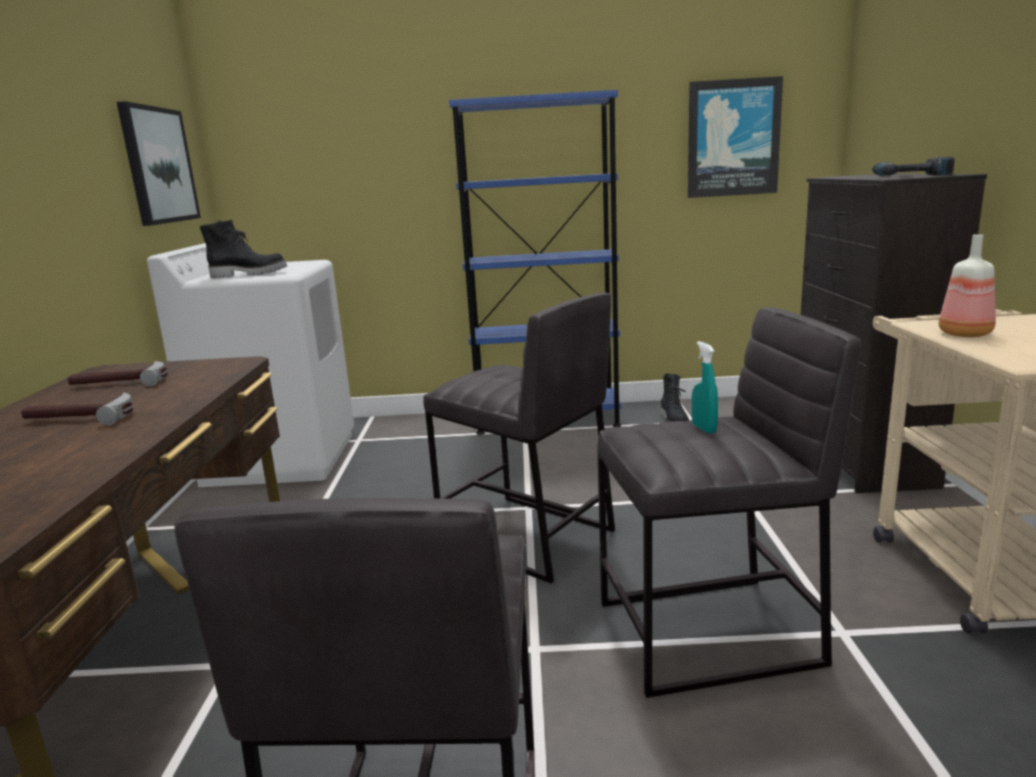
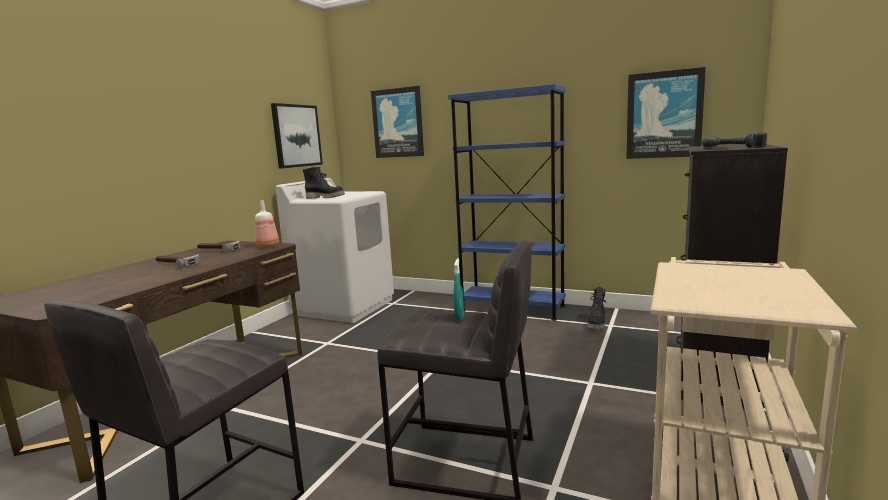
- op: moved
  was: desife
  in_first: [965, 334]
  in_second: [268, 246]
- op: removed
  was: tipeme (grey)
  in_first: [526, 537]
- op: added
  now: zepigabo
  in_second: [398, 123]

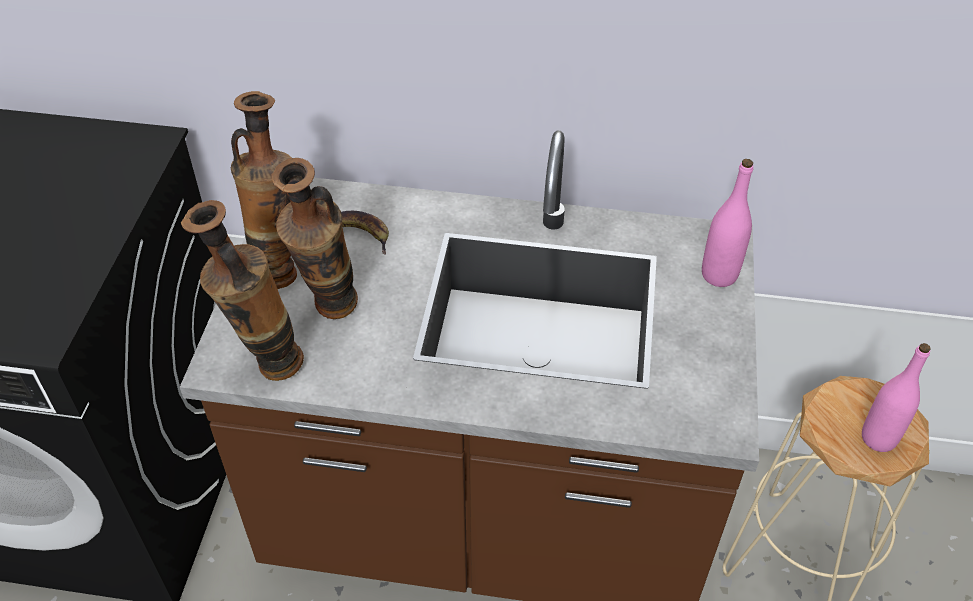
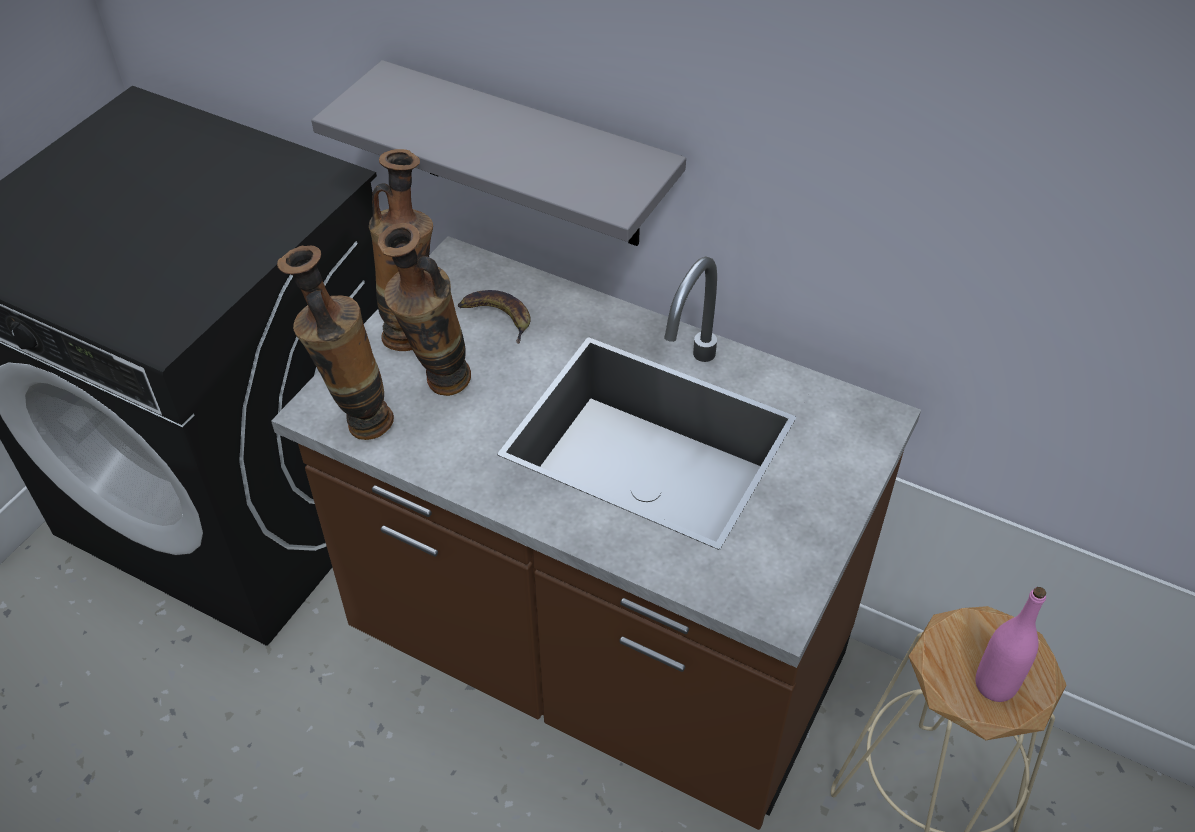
- op: removed
  was: desife (pink)
  in_first: [719, 275]
- op: added
  now: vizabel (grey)
  in_second: [530, 158]

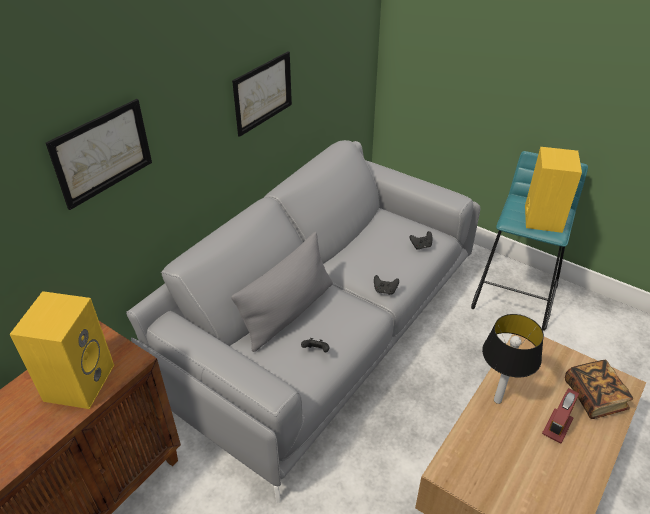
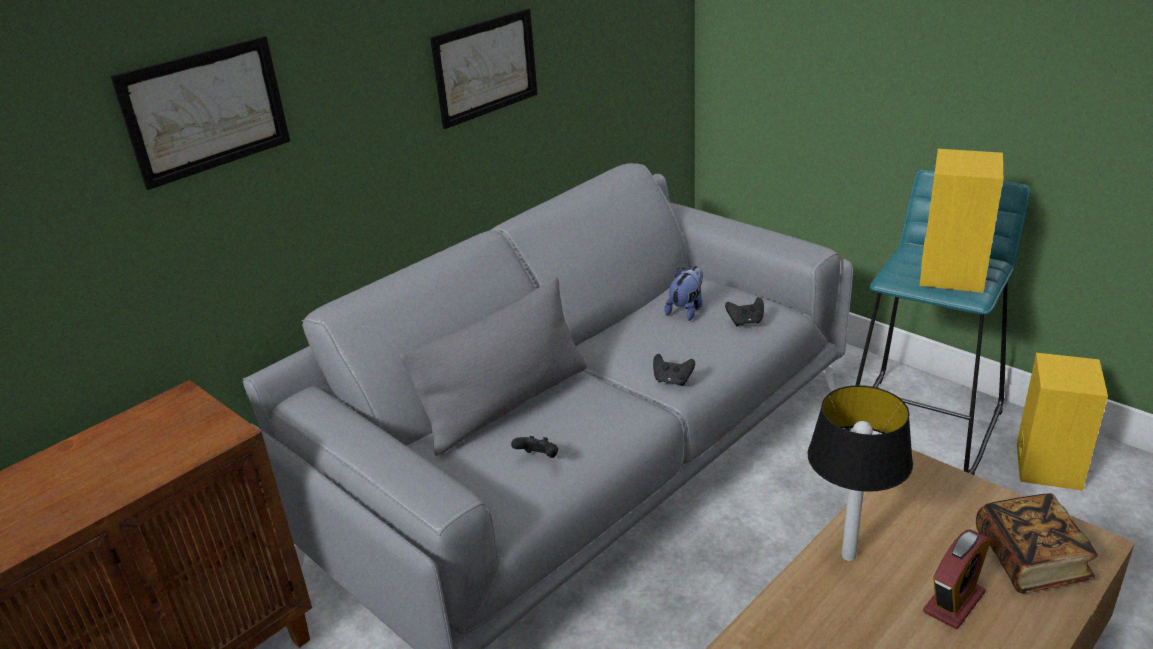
- op: moved
  was: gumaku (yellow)
  in_first: [79, 381]
  in_second: [1046, 464]
- op: added
  now: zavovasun
  in_second: [686, 310]

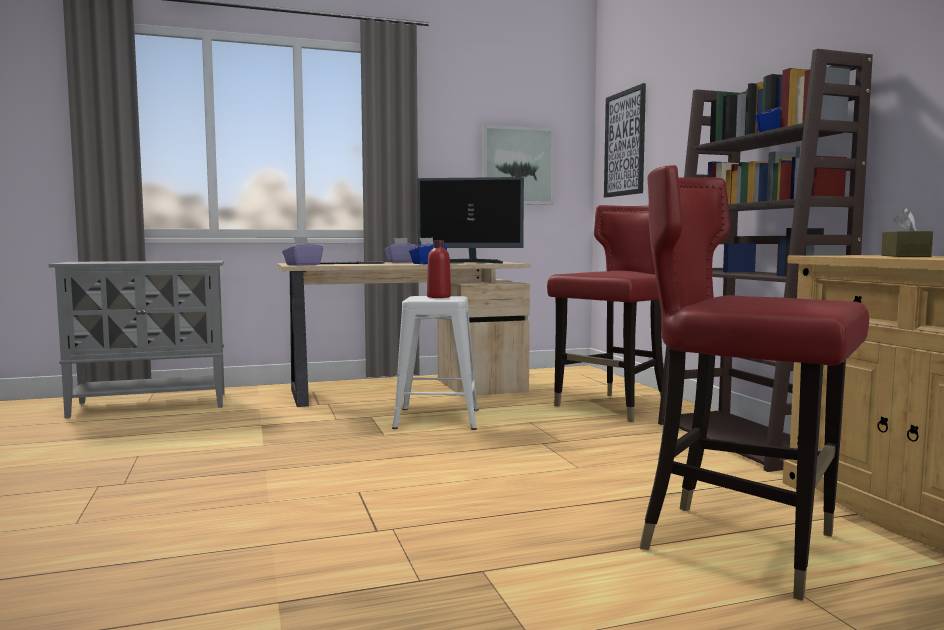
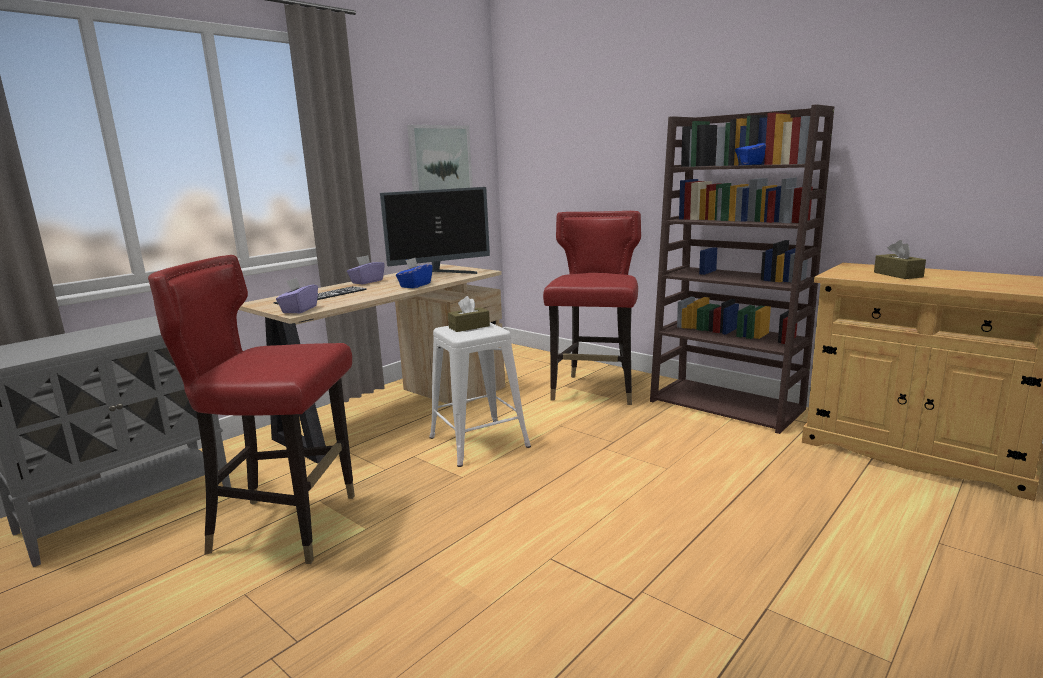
- op: removed
  was: zepigabo
  in_first: [624, 143]
- op: moved
  was: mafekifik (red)
  in_first: [742, 546]
  in_second: [287, 526]
- op: replaced
  was: desife (red)
  now: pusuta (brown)
  in_first: [439, 297]
  in_second: [469, 327]

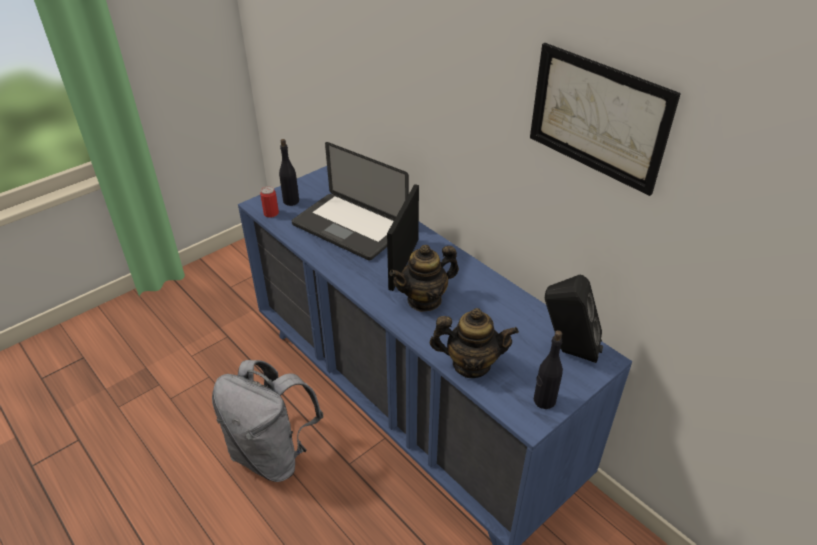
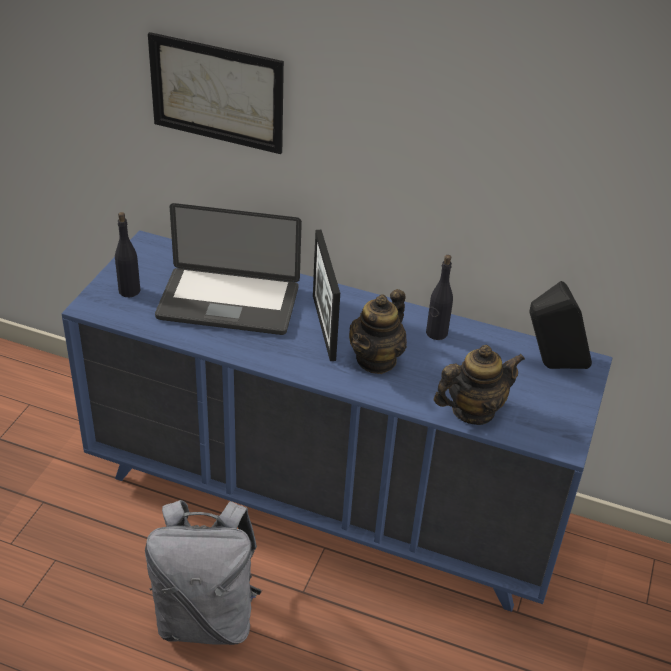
- op: moved
  was: zepigabo
  in_first: [598, 117]
  in_second: [217, 93]
- op: removed
  was: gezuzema
  in_first: [271, 213]
- op: moved
  was: desife (black)
  in_first: [544, 400]
  in_second: [436, 333]

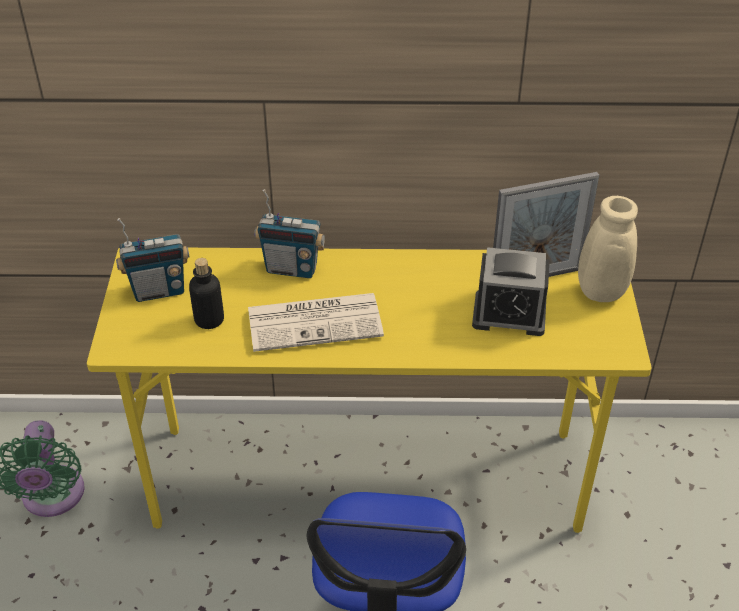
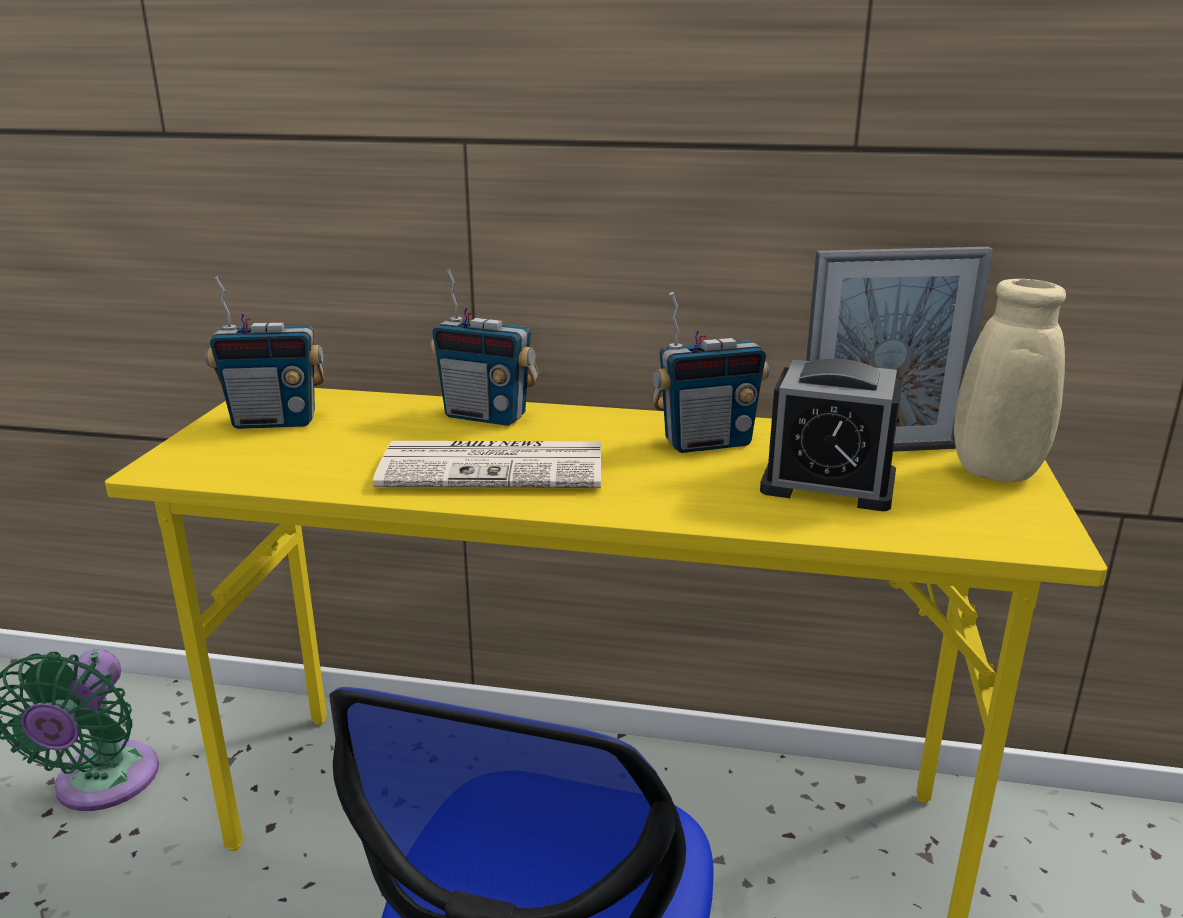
- op: removed
  was: desife
  in_first: [209, 319]
- op: added
  now: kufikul
  in_second: [707, 443]

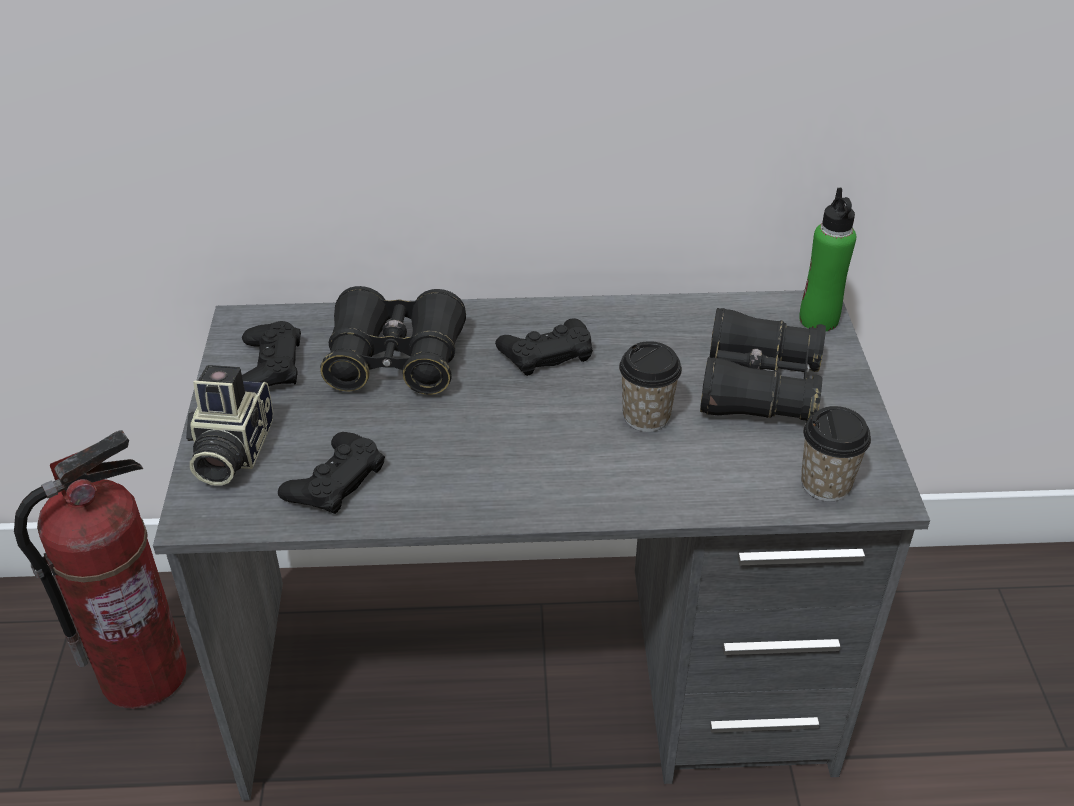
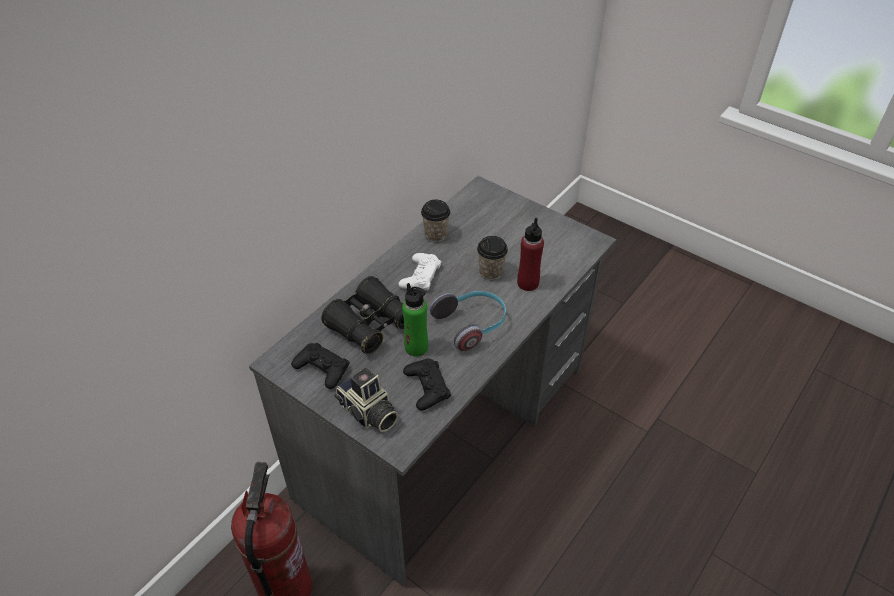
- op: moved
  was: desife (green)
  in_first: [818, 320]
  in_second: [416, 347]
- op: removed
  was: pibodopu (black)
  in_first: [759, 387]
- op: recoloured
  was: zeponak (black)
  now: zeponak (white)
  in_first: [546, 353]
  in_second: [420, 276]
- op: moved
  was: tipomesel
  in_first: [825, 484]
  in_second: [436, 235]
- op: added
  now: desife (red)
  in_second: [527, 283]
- op: added
  now: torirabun
  in_second: [472, 325]

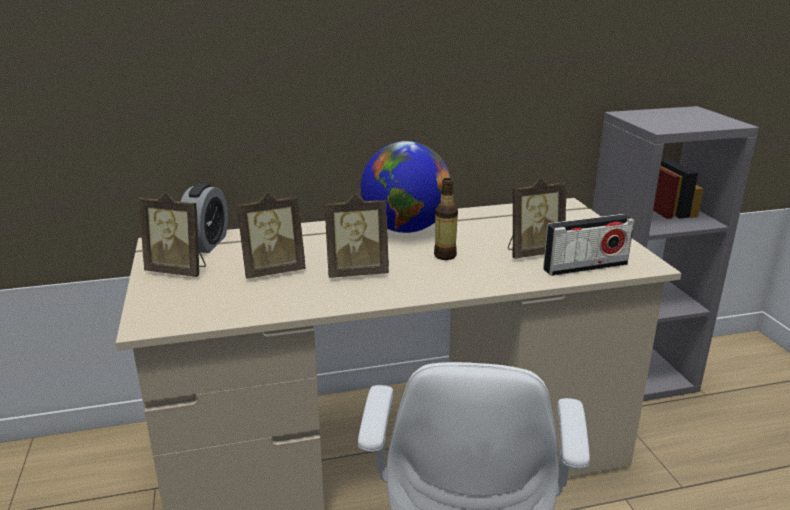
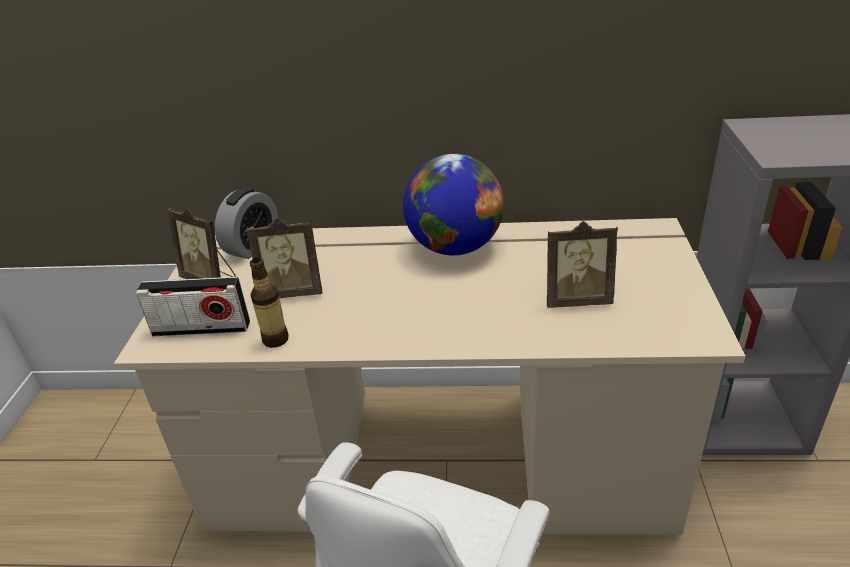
- op: moved
  was: desife
  in_first: [445, 255]
  in_second: [275, 340]
- op: removed
  was: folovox
  in_first: [357, 272]
- op: moved
  was: kufikul
  in_first: [585, 267]
  in_second: [201, 328]

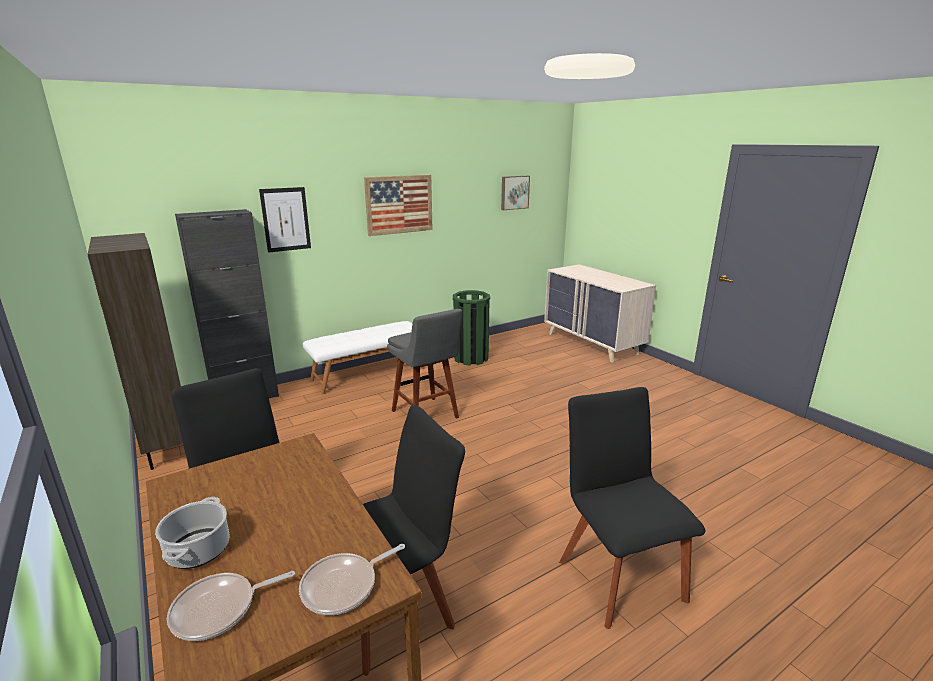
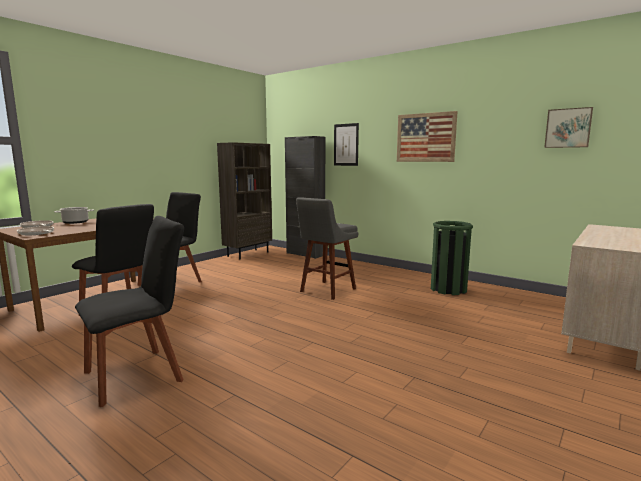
- op: removed
  was: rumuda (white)
  in_first: [368, 374]

